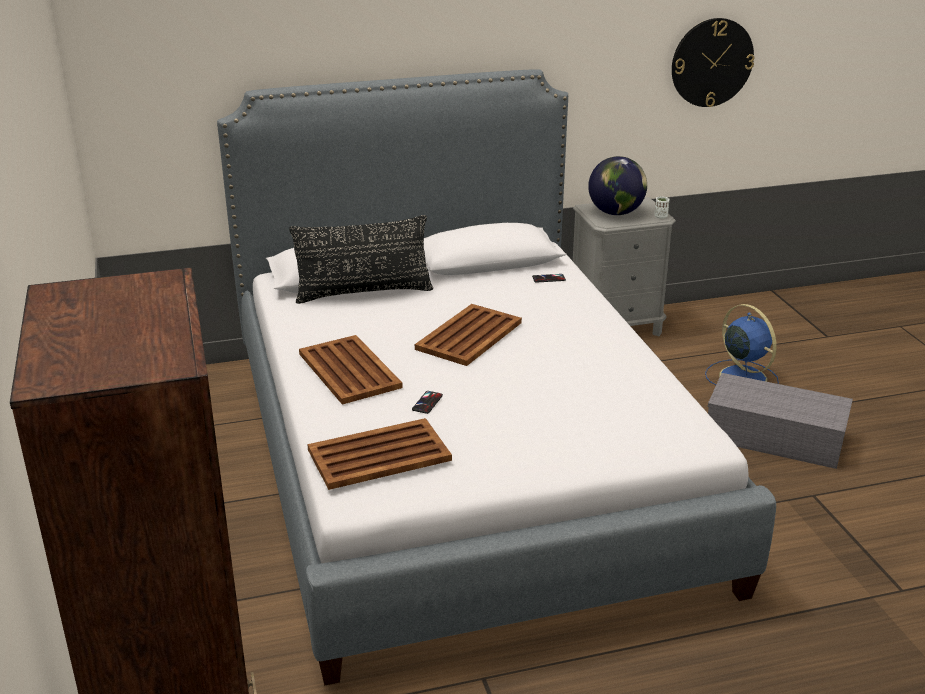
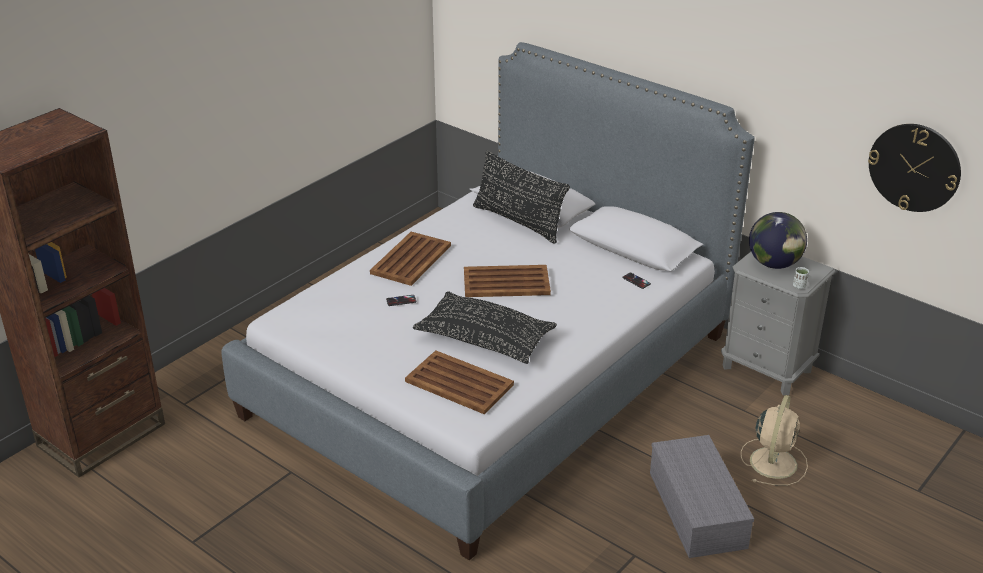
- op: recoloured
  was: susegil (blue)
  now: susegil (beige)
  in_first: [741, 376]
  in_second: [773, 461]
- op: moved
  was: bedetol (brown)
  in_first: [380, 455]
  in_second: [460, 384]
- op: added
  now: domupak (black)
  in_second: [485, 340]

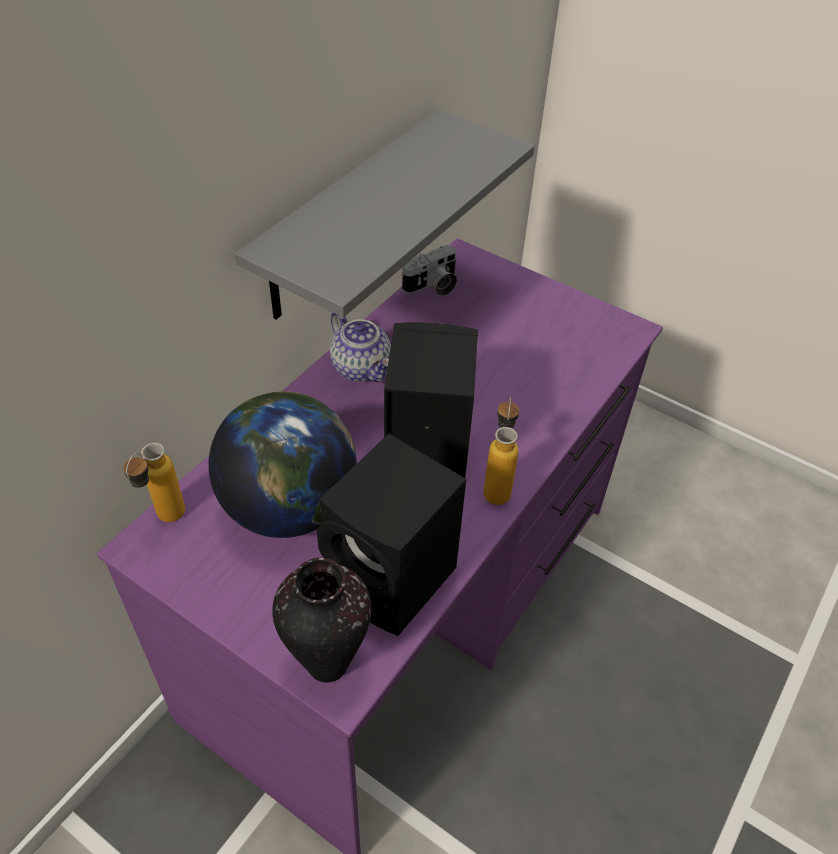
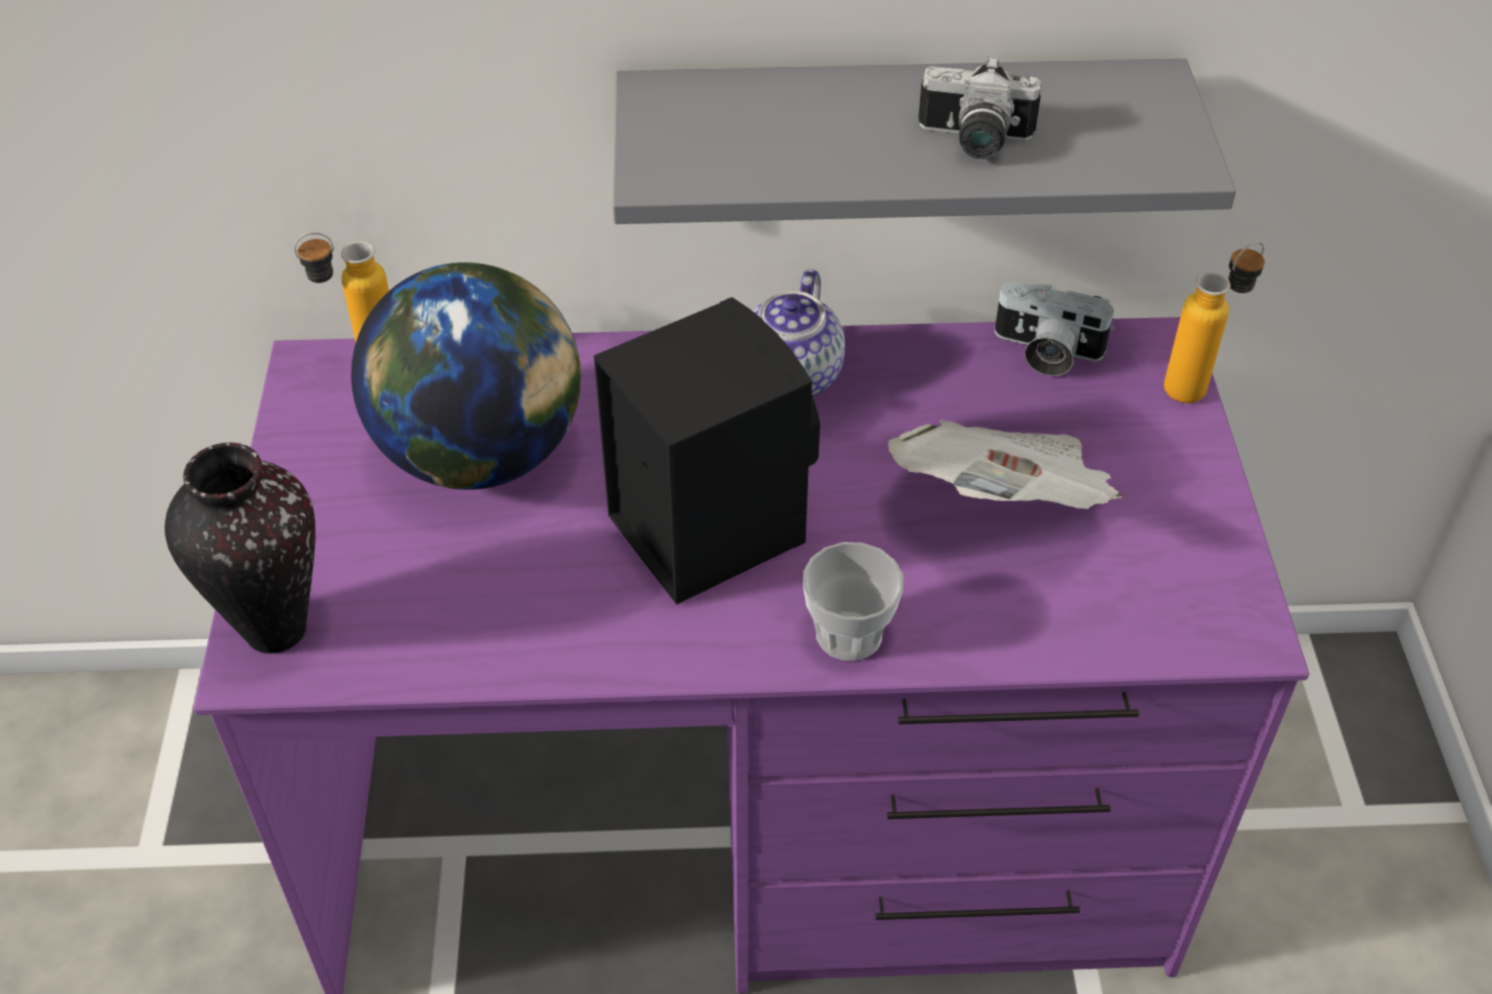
- op: moved
  was: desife
  in_first: [497, 486]
  in_second: [1198, 384]
- op: removed
  was: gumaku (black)
  in_first: [395, 581]
- op: added
  now: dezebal
  in_second: [973, 142]
- op: added
  now: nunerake
  in_second: [1003, 504]
- op: added
  now: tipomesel
  in_second: [849, 634]

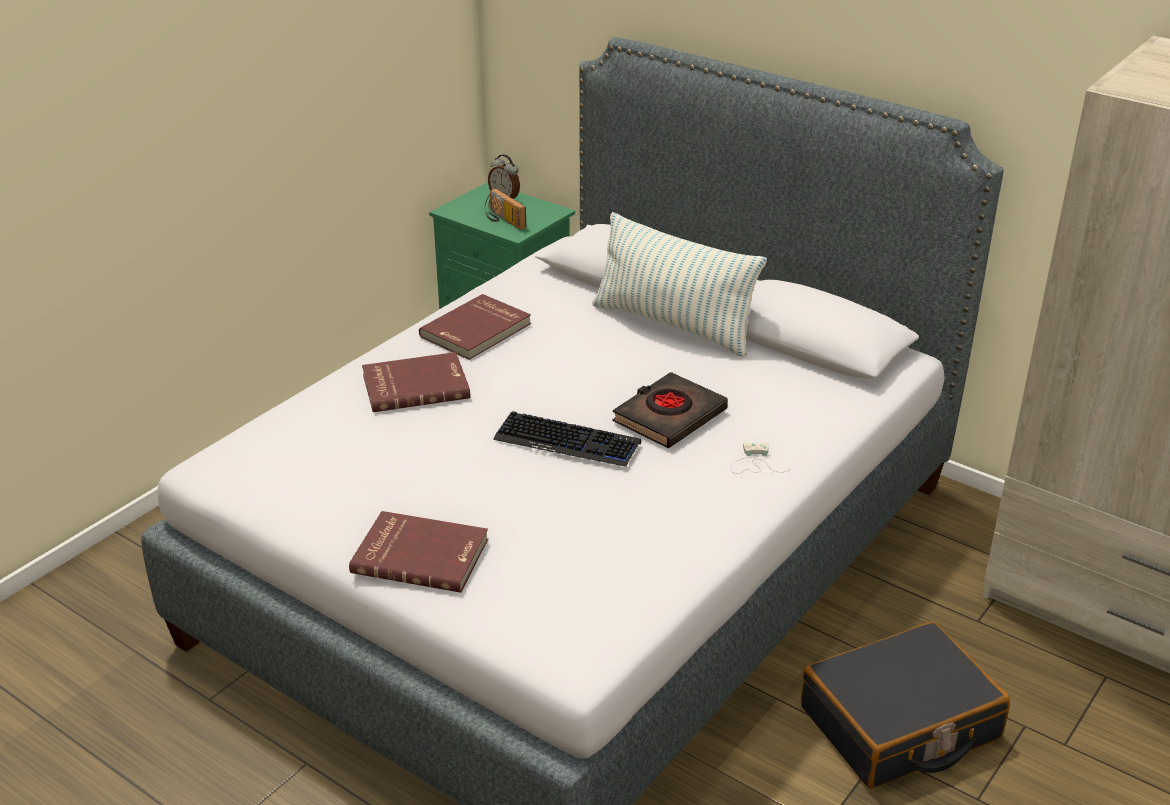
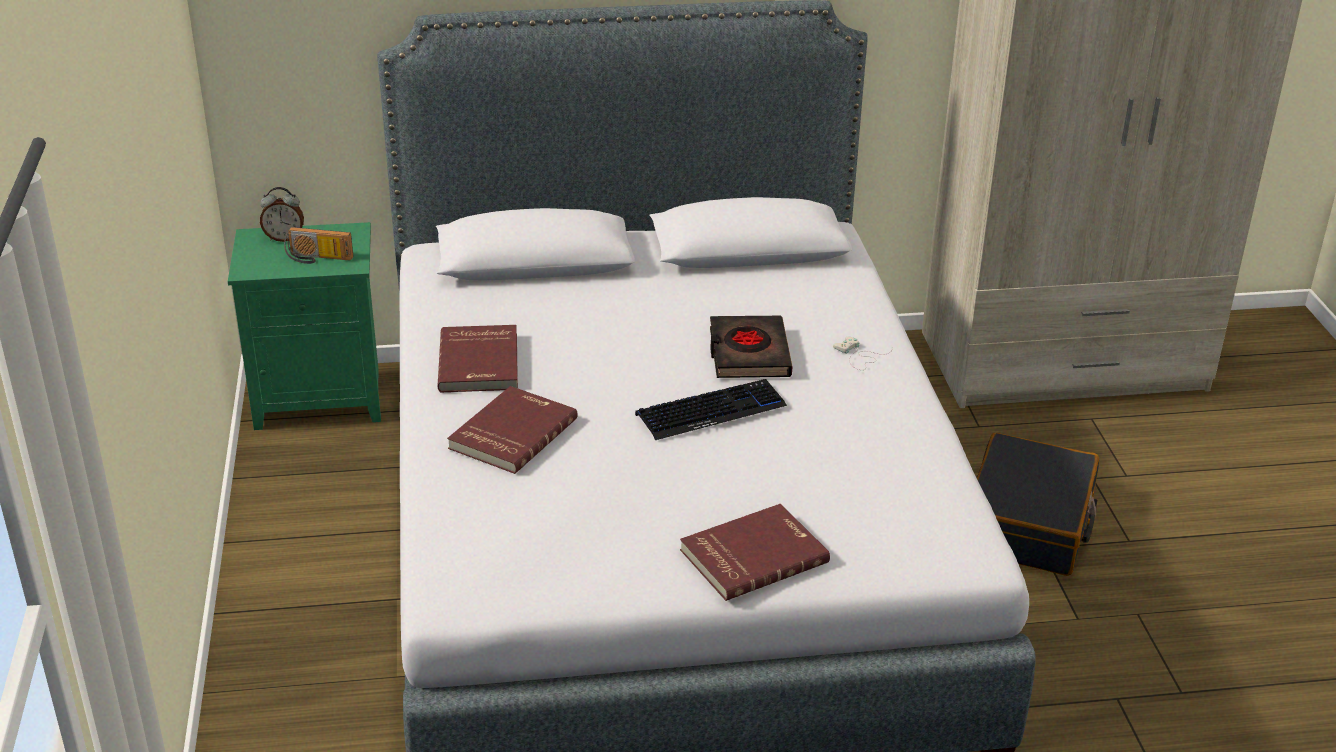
- op: removed
  was: domupak
  in_first: [673, 325]

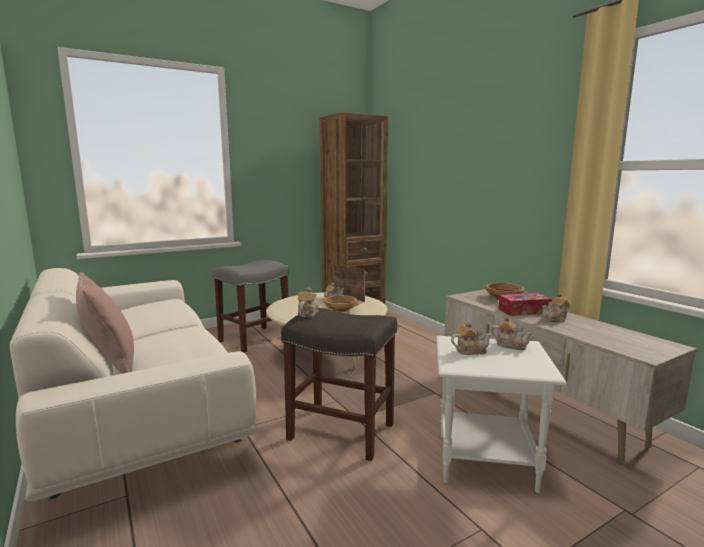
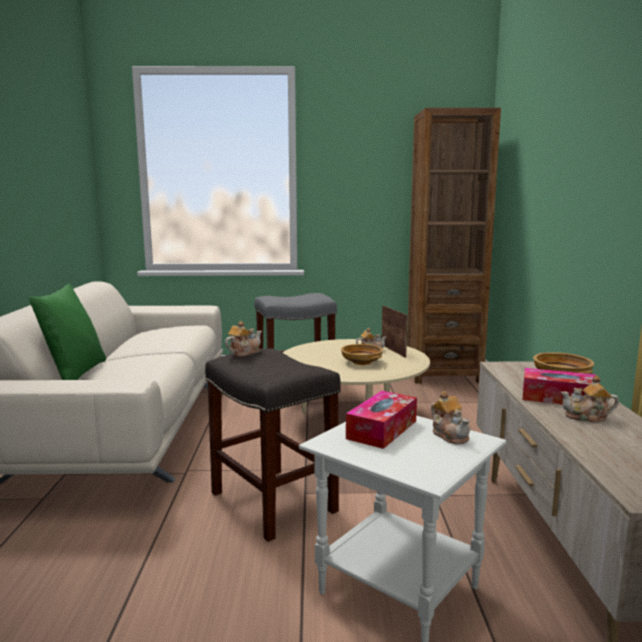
- op: recoloured
  was: domupak (pink)
  now: domupak (green)
  in_first: [110, 363]
  in_second: [74, 374]
- op: replaced
  was: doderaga
  now: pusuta
  in_first: [470, 351]
  in_second: [382, 430]

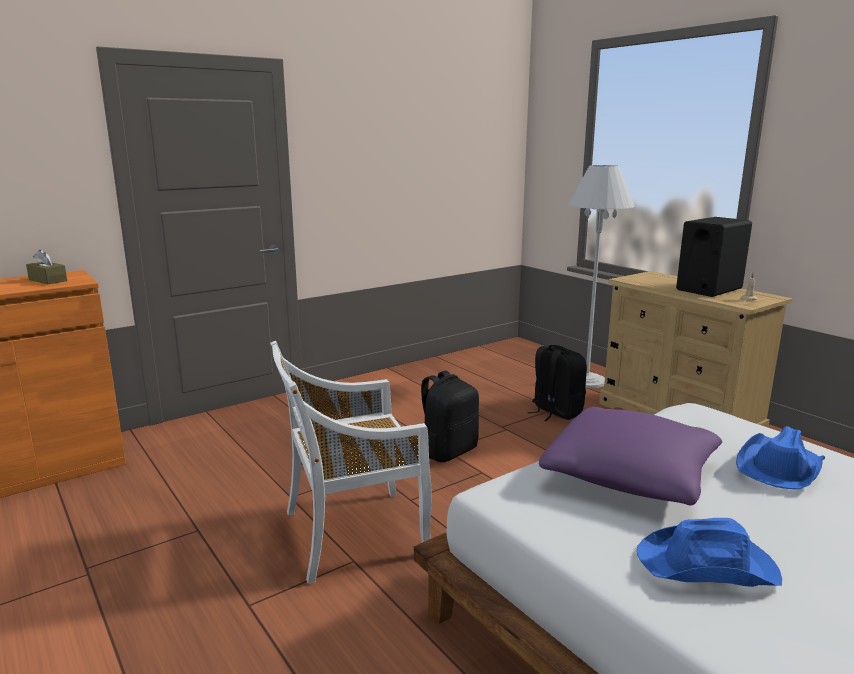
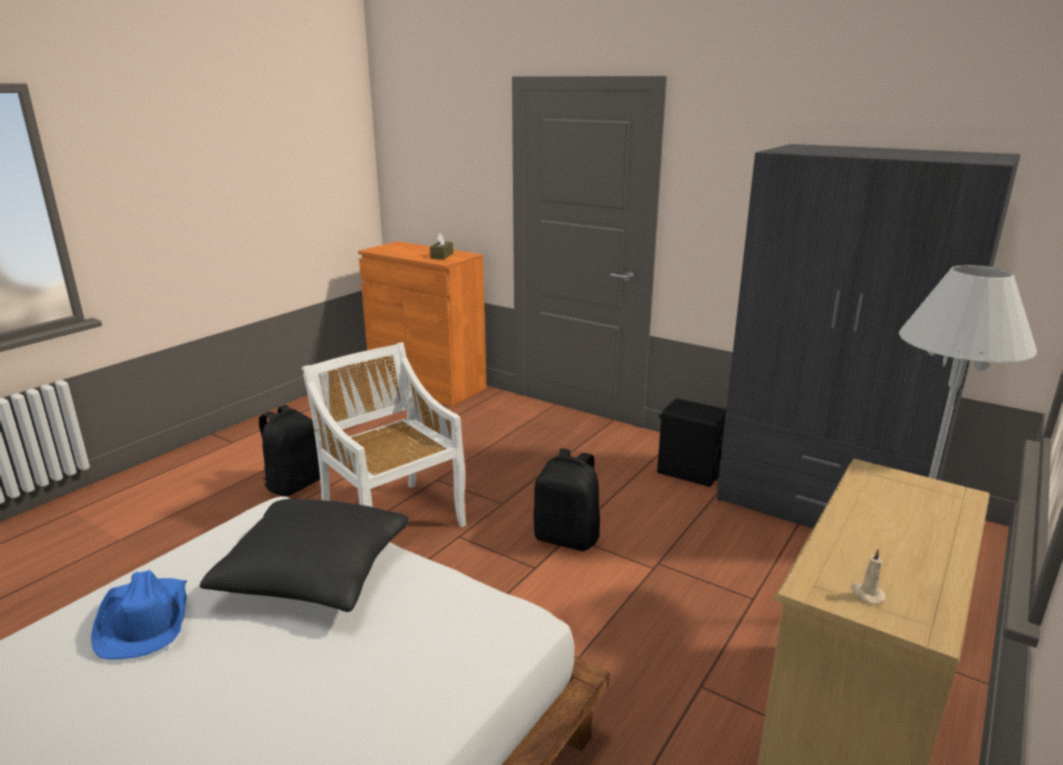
- op: moved
  was: gumaku (black)
  in_first: [709, 289]
  in_second: [689, 472]
- op: moved
  was: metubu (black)
  in_first: [555, 412]
  in_second: [295, 484]
- op: recoloured
  was: domupak (purple)
  now: domupak (black)
  in_first: [630, 476]
  in_second: [314, 574]
- op: removed
  was: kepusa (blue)
  in_first: [780, 467]
- op: added
  now: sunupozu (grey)
  in_second: [824, 506]

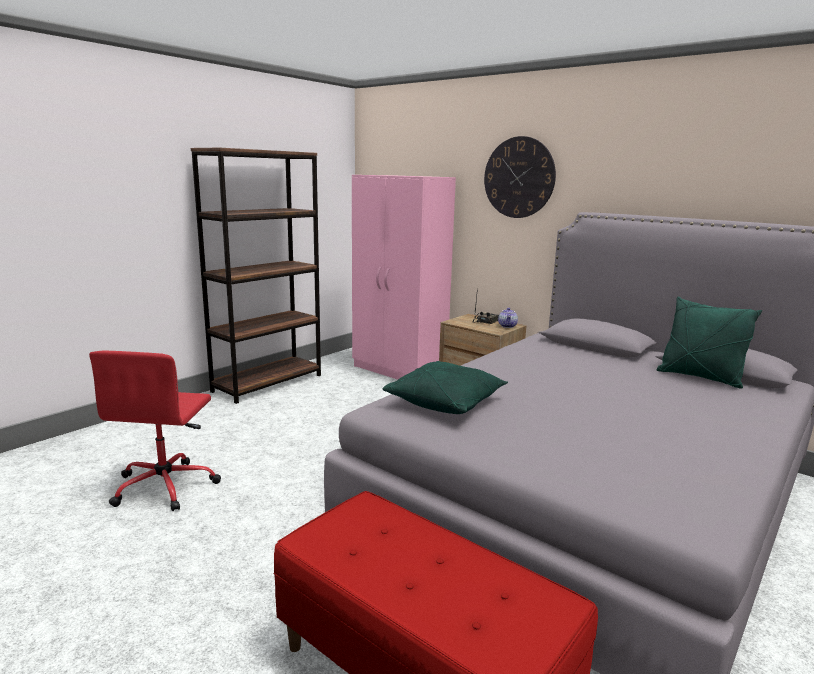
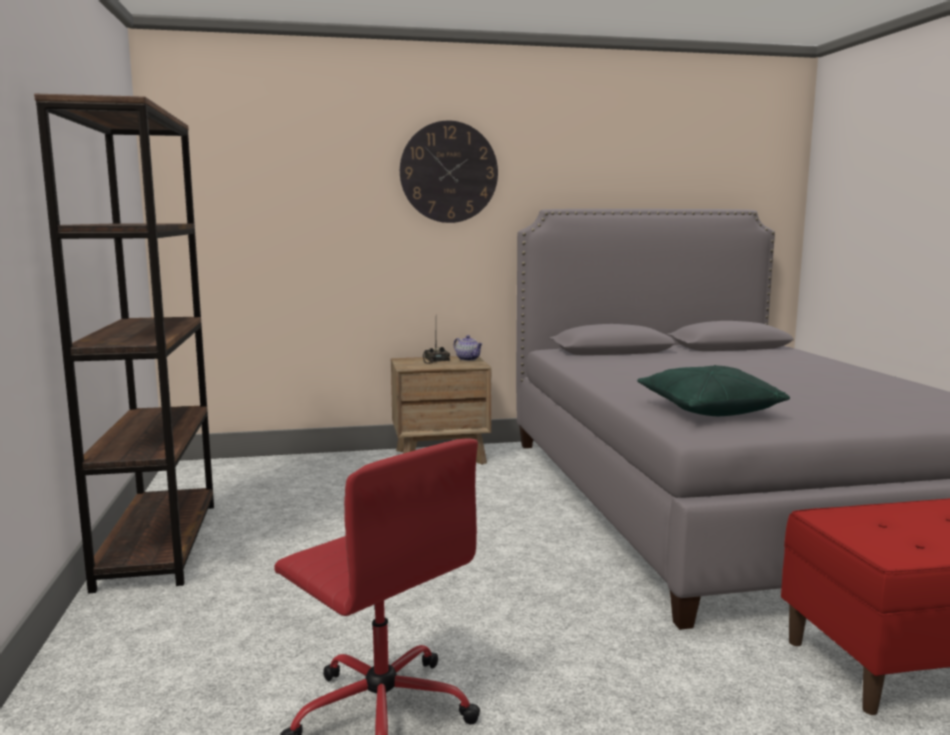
- op: removed
  was: sunupozu (pink)
  in_first: [399, 371]
- op: removed
  was: domupak (green)
  in_first: [700, 377]

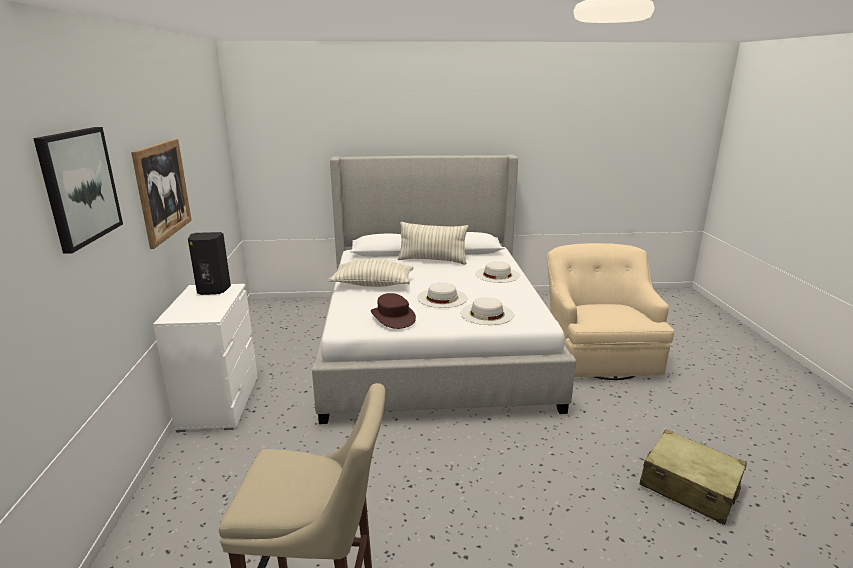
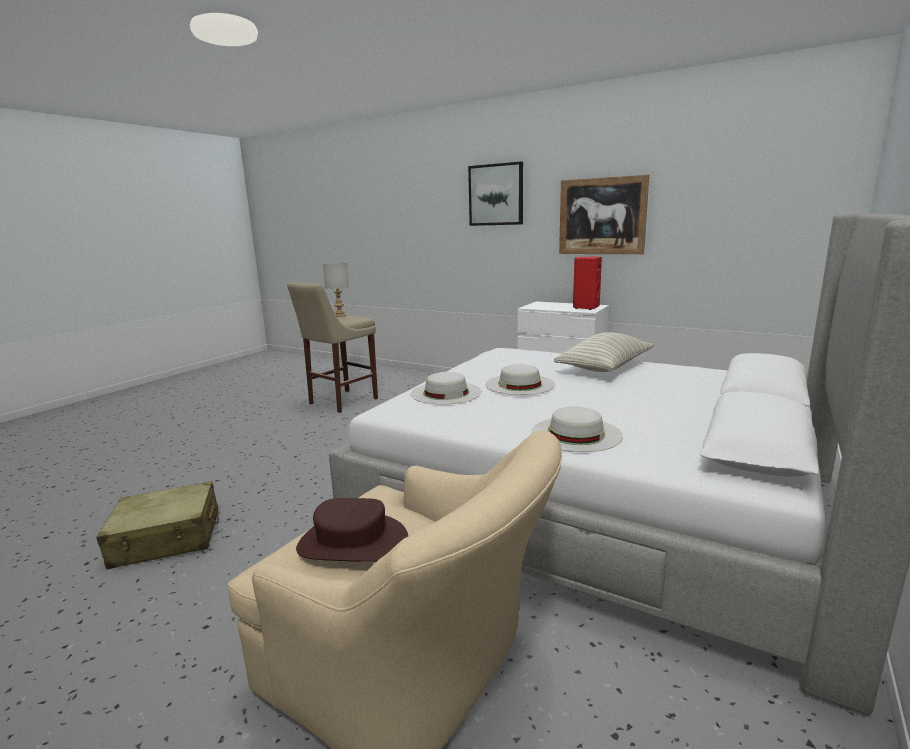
- op: removed
  was: domupak
  in_first: [432, 260]
- op: recoloured
  was: gumaku (black)
  now: gumaku (red)
  in_first: [212, 291]
  in_second: [585, 307]
- op: moved
  was: kepusa (brown)
  in_first: [393, 317]
  in_second: [352, 543]
- op: added
  now: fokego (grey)
  in_second: [339, 315]

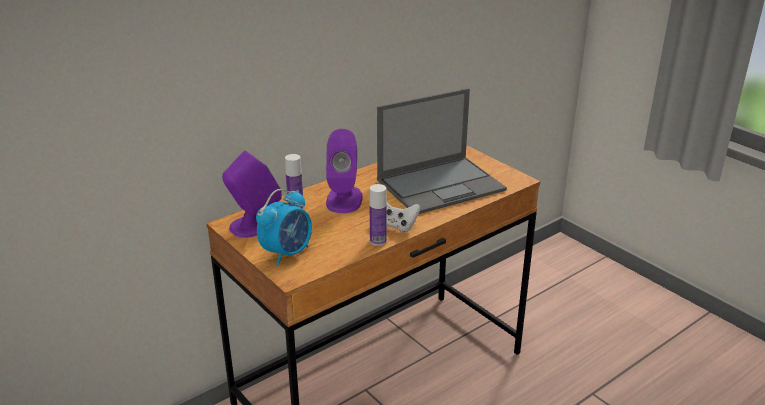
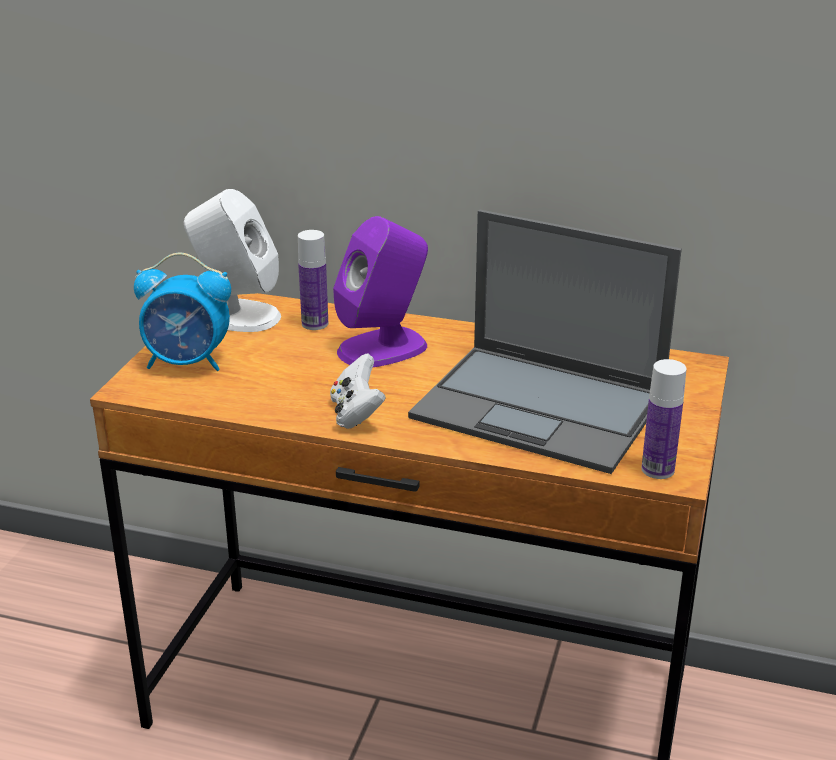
- op: recoloured
  was: gumaku (purple)
  now: gumaku (white)
  in_first: [255, 225]
  in_second: [236, 316]
- op: moved
  was: desife
  in_first: [378, 241]
  in_second: [657, 470]

